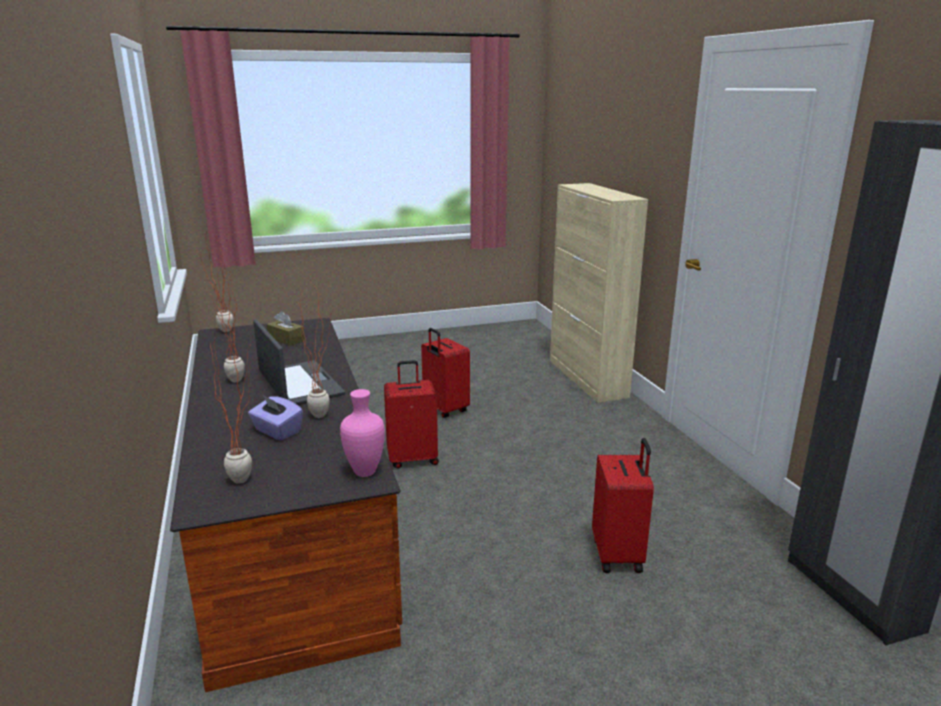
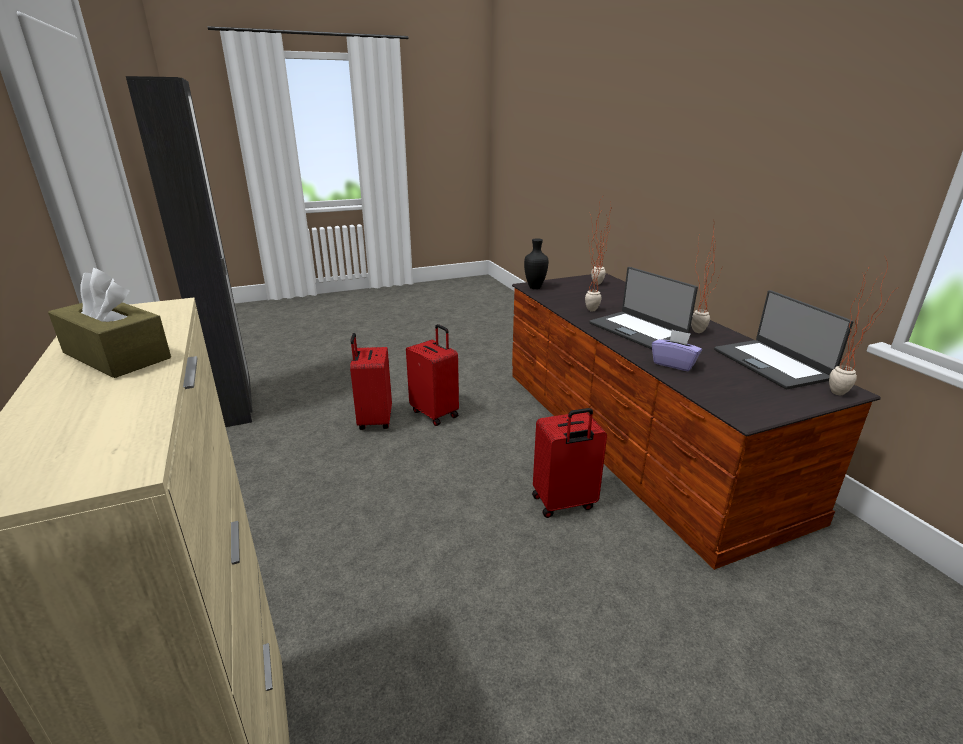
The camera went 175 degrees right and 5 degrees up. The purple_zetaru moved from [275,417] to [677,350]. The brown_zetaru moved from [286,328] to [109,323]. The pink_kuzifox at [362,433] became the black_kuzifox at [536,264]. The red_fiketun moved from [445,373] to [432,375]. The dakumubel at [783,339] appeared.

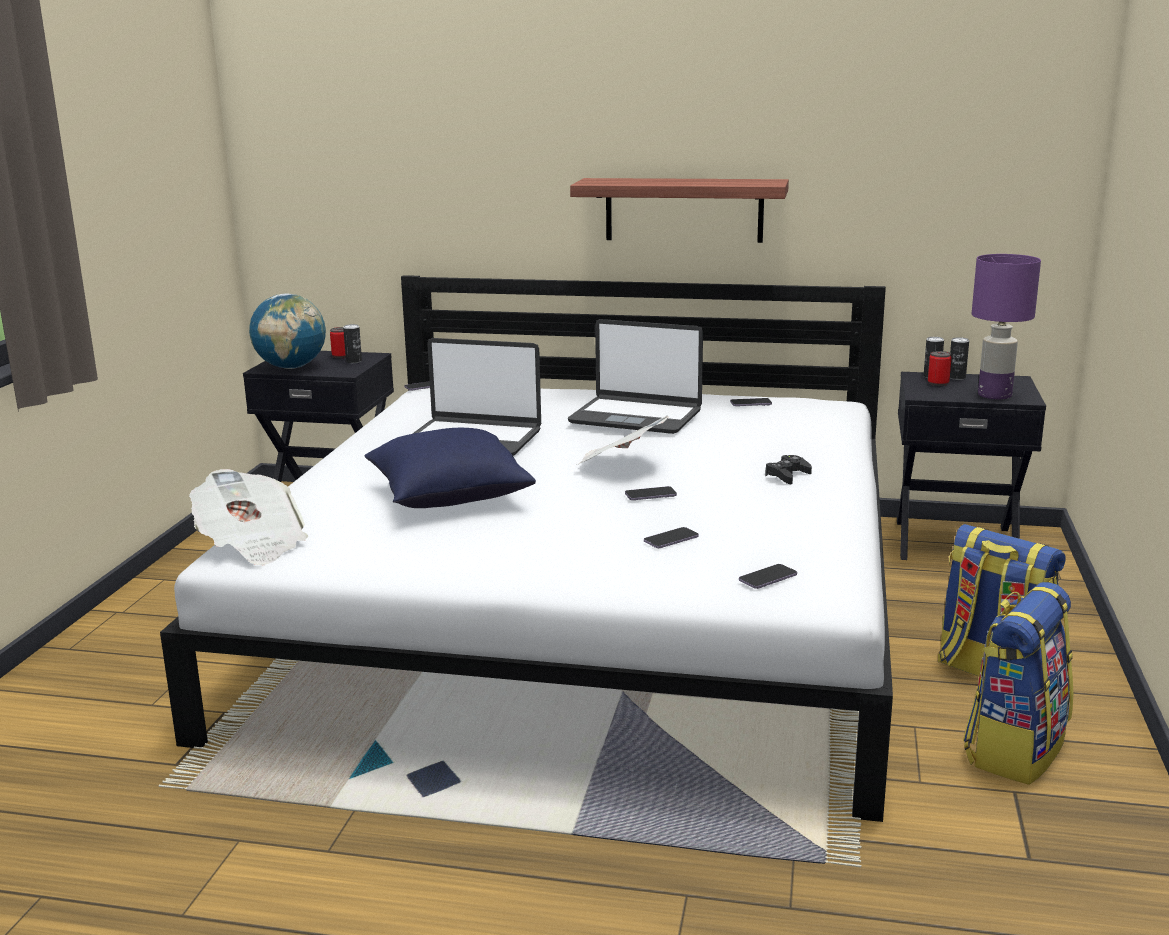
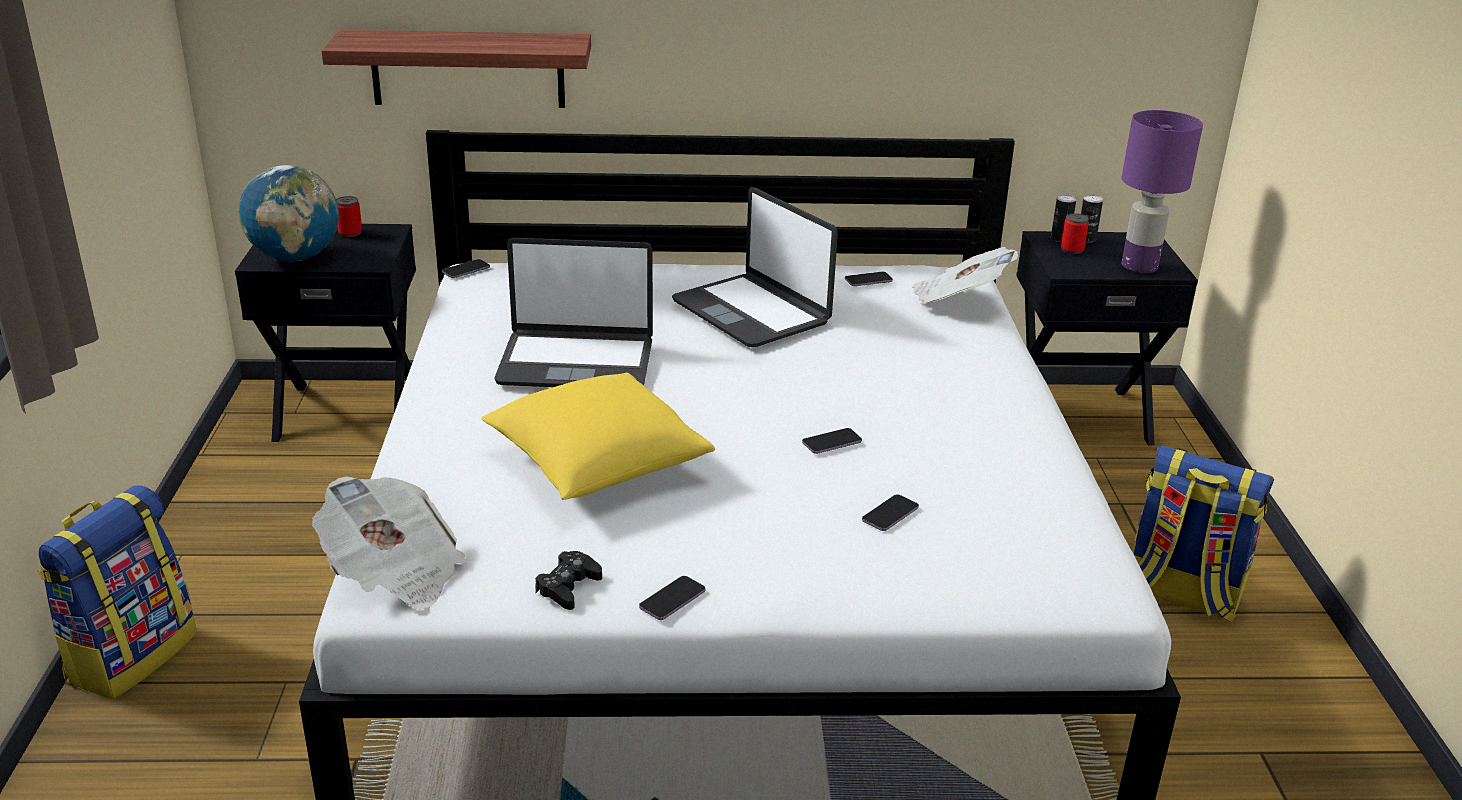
The camera went 15 degrees left and 10 degrees up. The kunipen at [352,343] disappeared. The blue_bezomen at [450,468] became the yellow_bezomen at [598,436]. The dakumubel at [635,376] turned 45 degrees clockwise. The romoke moved from [679,210] to [456,69]. The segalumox moved from [623,440] to [965,276]. The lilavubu moved from [768,576] to [672,598]. The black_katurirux moved from [788,469] to [568,580]. The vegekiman moved from [1018,683] to [117,592].

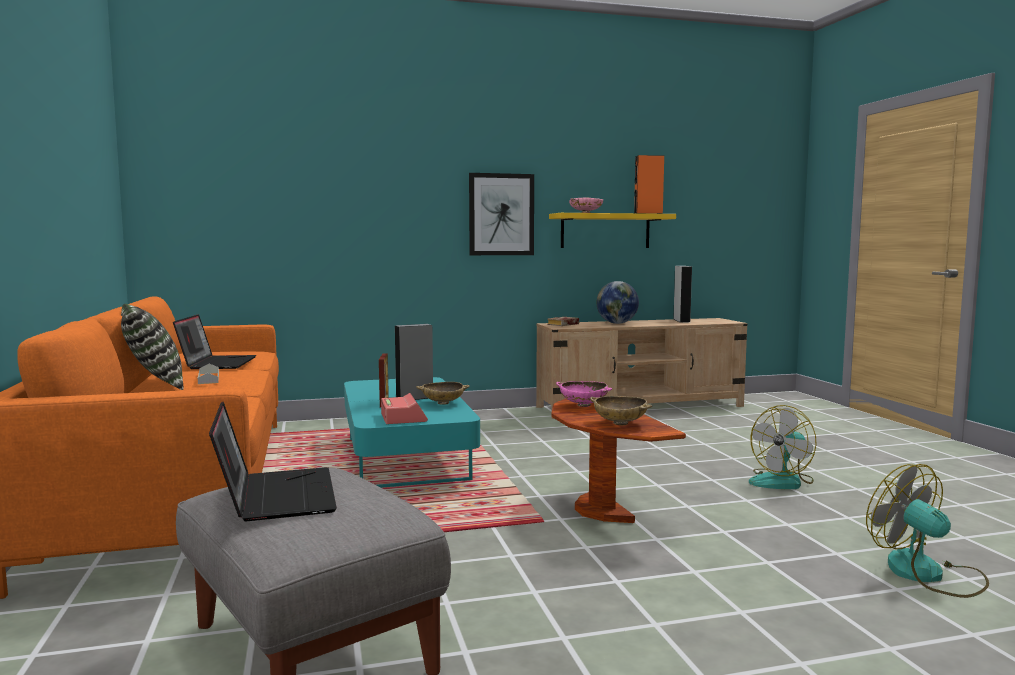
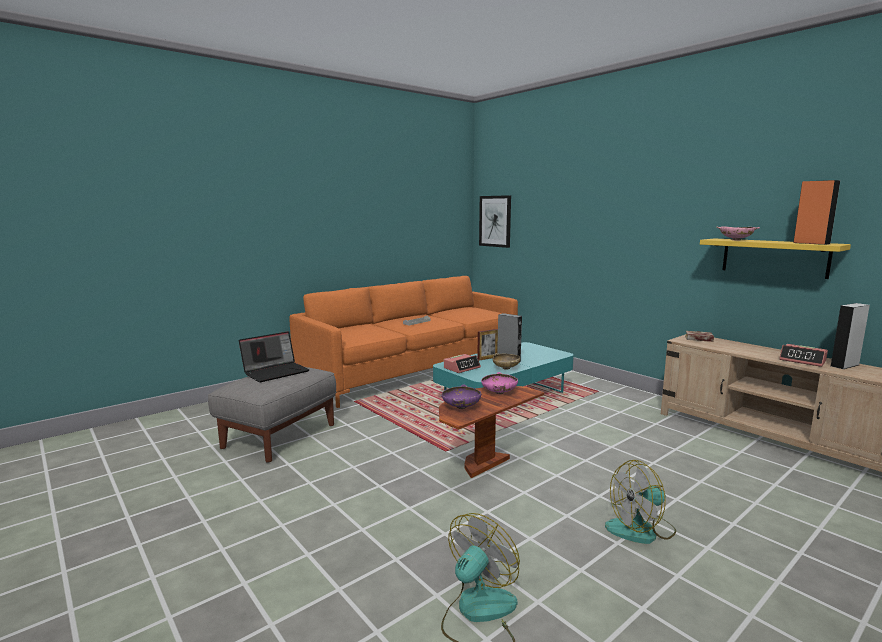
The camera went 65 degrees right and 5 degrees up. The bezomen at [152,347] disappeared. The dakumubel at [214,341] disappeared. The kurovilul moved from [501,214] to [495,221]. The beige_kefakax at [621,410] became the purple_kefakax at [461,397]. The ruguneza at [618,302] disappeared. The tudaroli at [783,447] turned 45 degrees counterclockwise. The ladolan at [803,355] appeared.

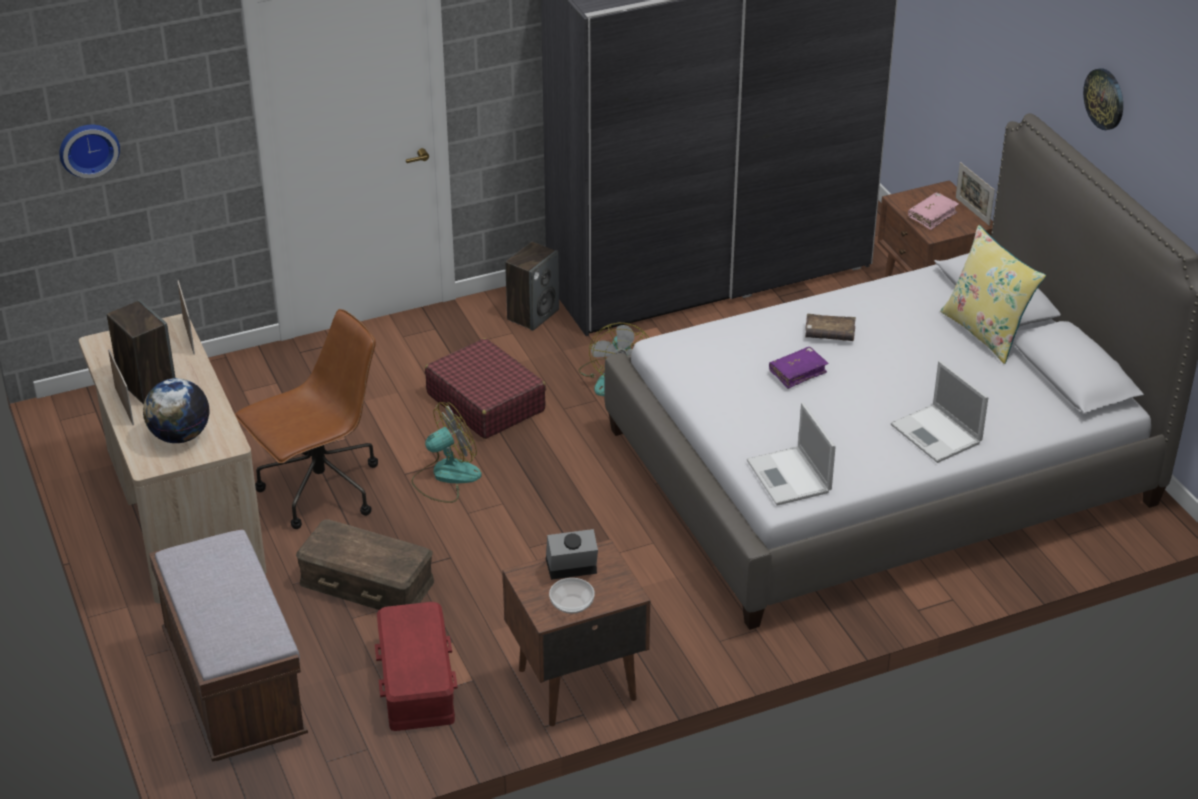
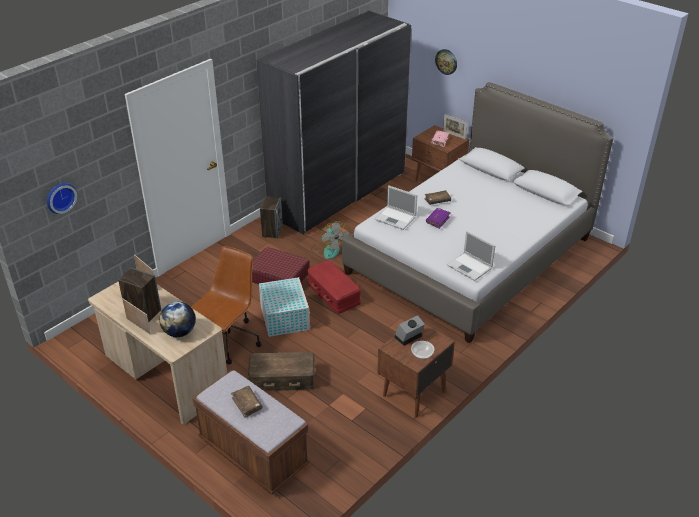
The camera went 25 degrees left and 0 degrees up. The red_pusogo moved from [416,666] to [334,287]. The tudaroli at [446,452] was replaced by the white_pusogo at [284,307]. The dakumubel moved from [939,412] to [396,207]. The yellow_bezomen at [993,294] disappeared. The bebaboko moved from [1103,99] to [446,62]. The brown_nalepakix at [247,402] appeared.

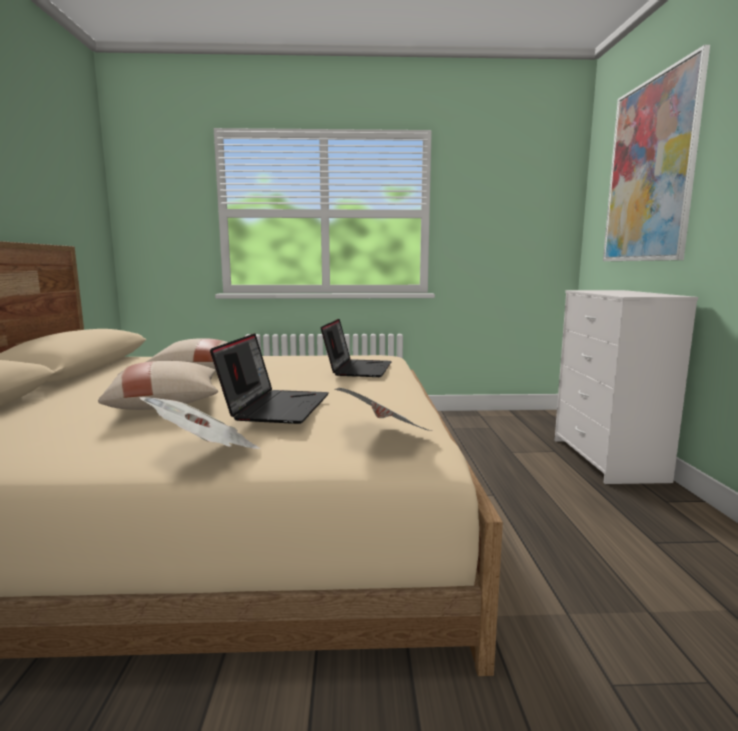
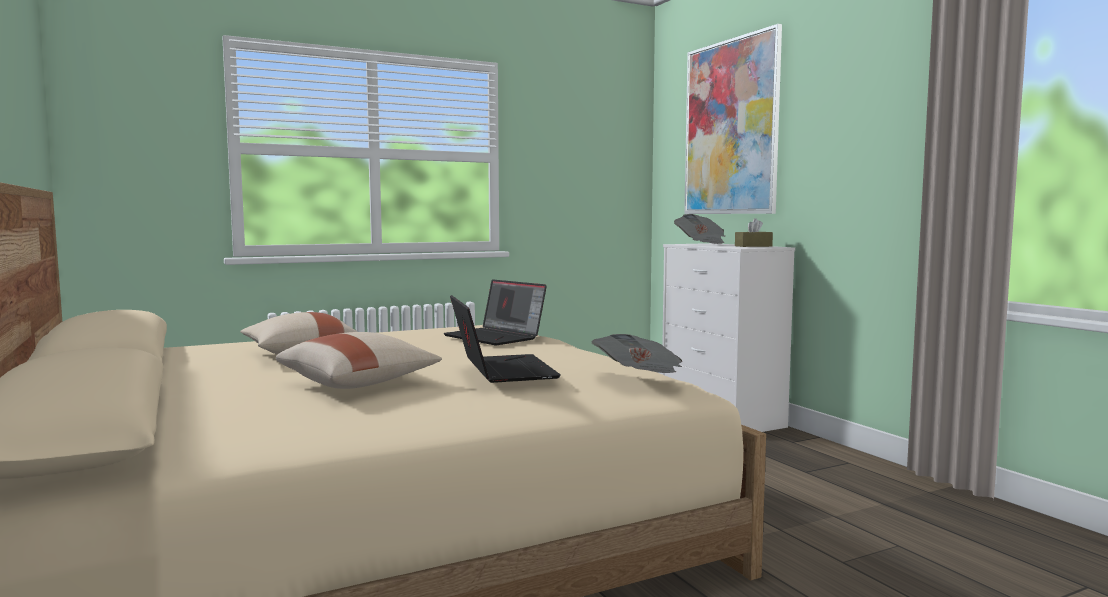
The camera went 25 degrees left and 5 degrees down. The segalumox moved from [200,423] to [699,229]. The dakumubel at [356,348] turned 150 degrees clockwise. The brown_zetaru at [754,232] appeared.

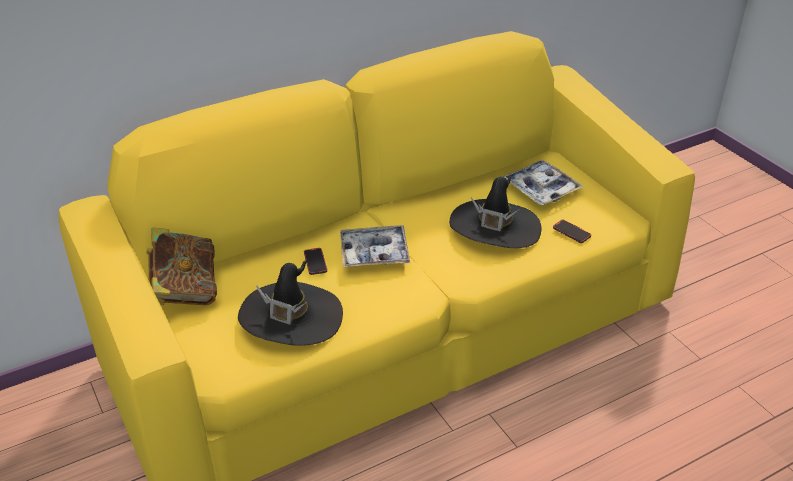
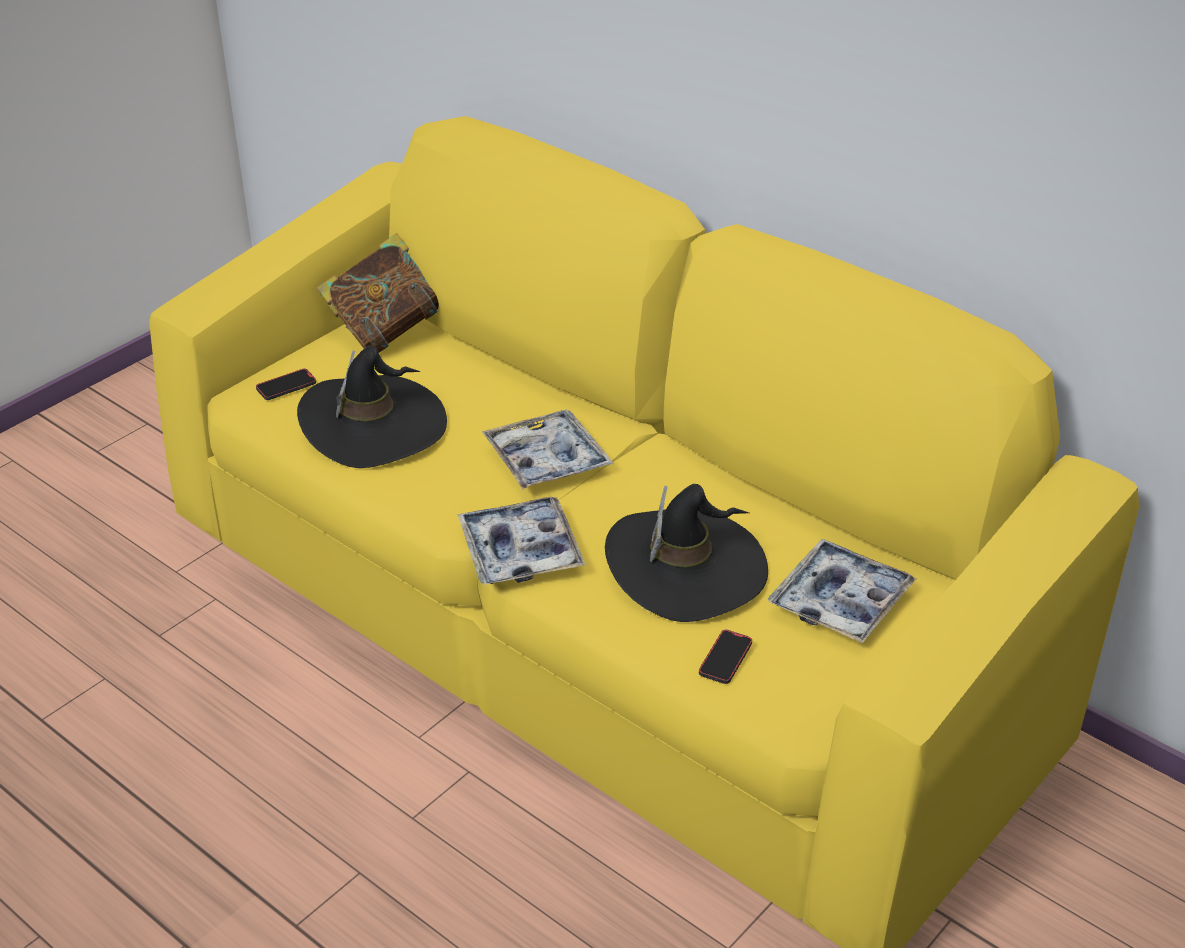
The camera went 70 degrees right and 0 degrees up. The lilavubu moved from [315,261] to [286,384]. The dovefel at [521,541] appeared.

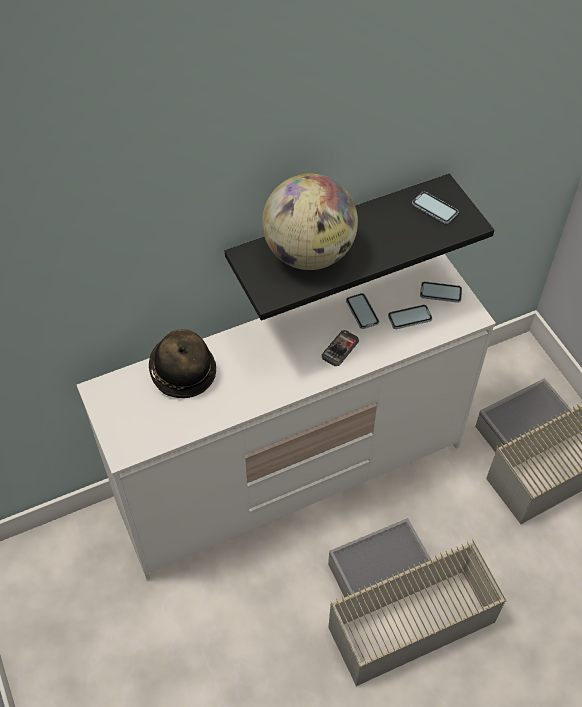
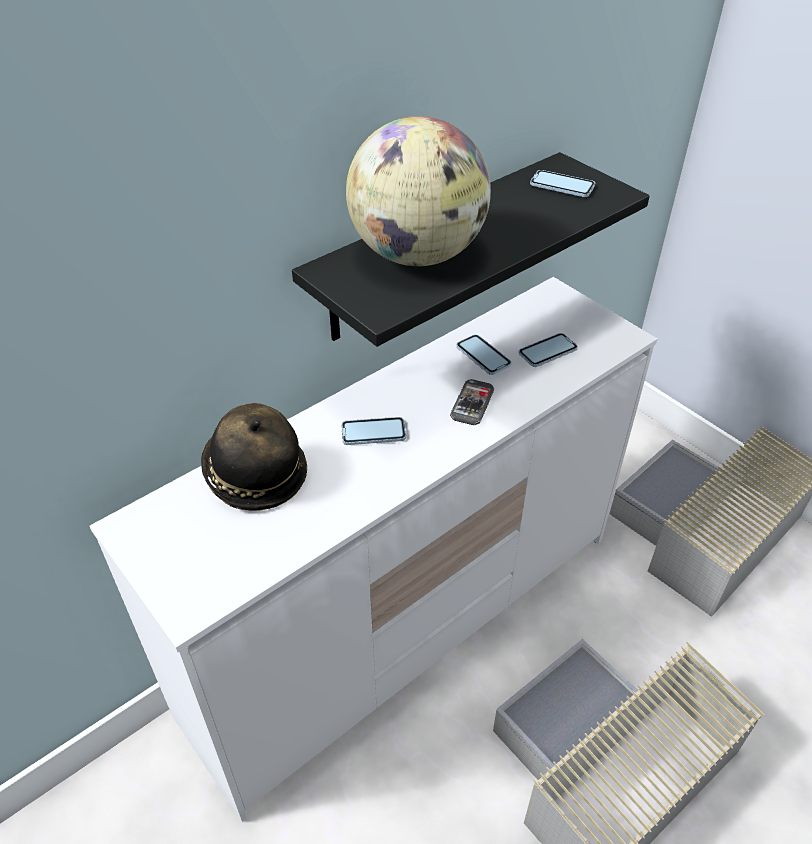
The camera went 15 degrees left and 10 degrees down. The lilavubu moved from [441,292] to [373,431].

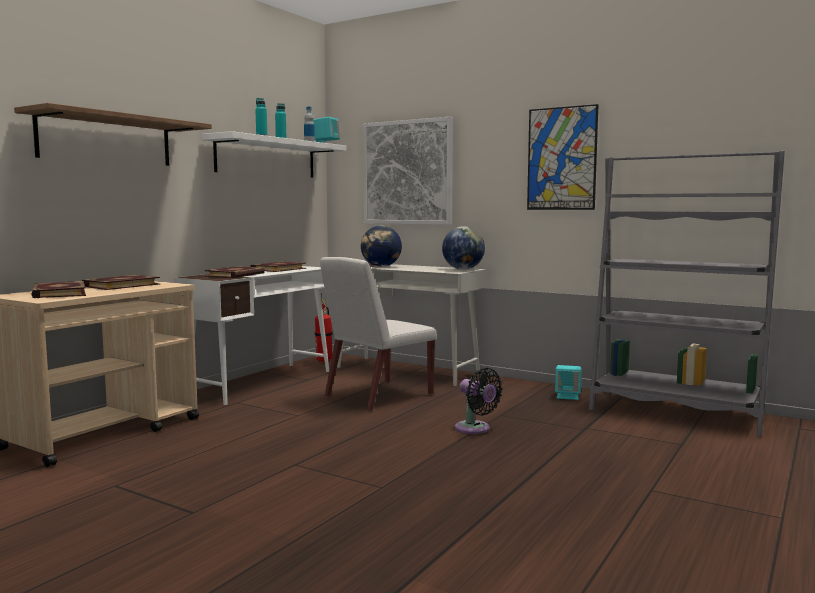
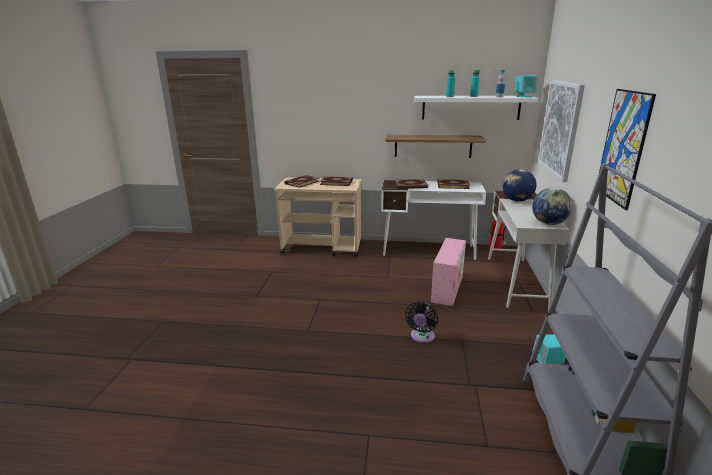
The camera went 65 degrees right and 15 degrees up. The romoke moved from [113,134] to [436,146]. The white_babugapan at [378,334] was replaced by the pink_pusogo at [448,272].

